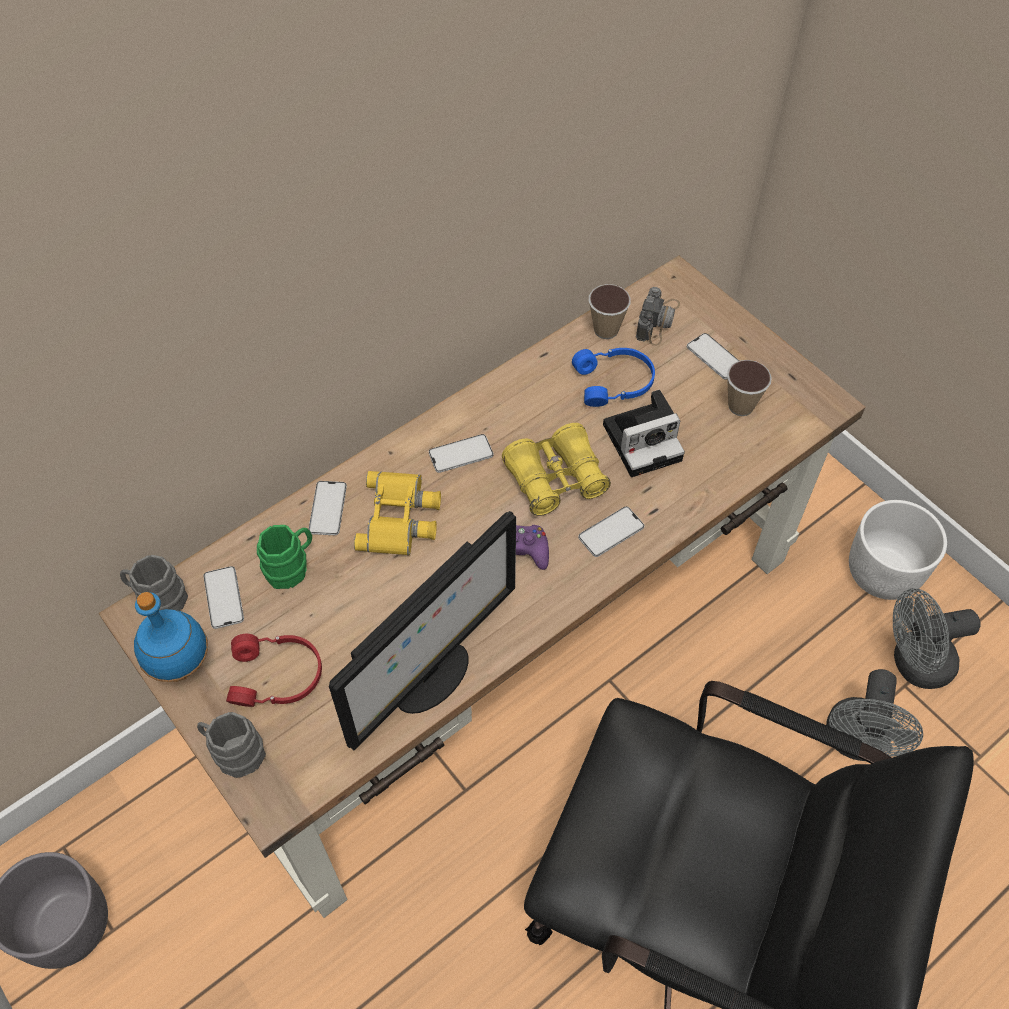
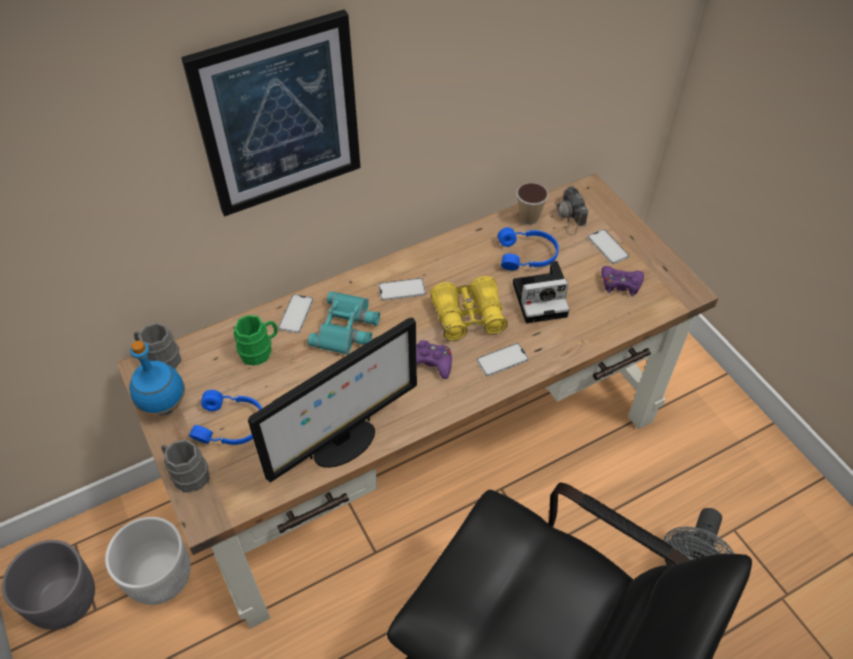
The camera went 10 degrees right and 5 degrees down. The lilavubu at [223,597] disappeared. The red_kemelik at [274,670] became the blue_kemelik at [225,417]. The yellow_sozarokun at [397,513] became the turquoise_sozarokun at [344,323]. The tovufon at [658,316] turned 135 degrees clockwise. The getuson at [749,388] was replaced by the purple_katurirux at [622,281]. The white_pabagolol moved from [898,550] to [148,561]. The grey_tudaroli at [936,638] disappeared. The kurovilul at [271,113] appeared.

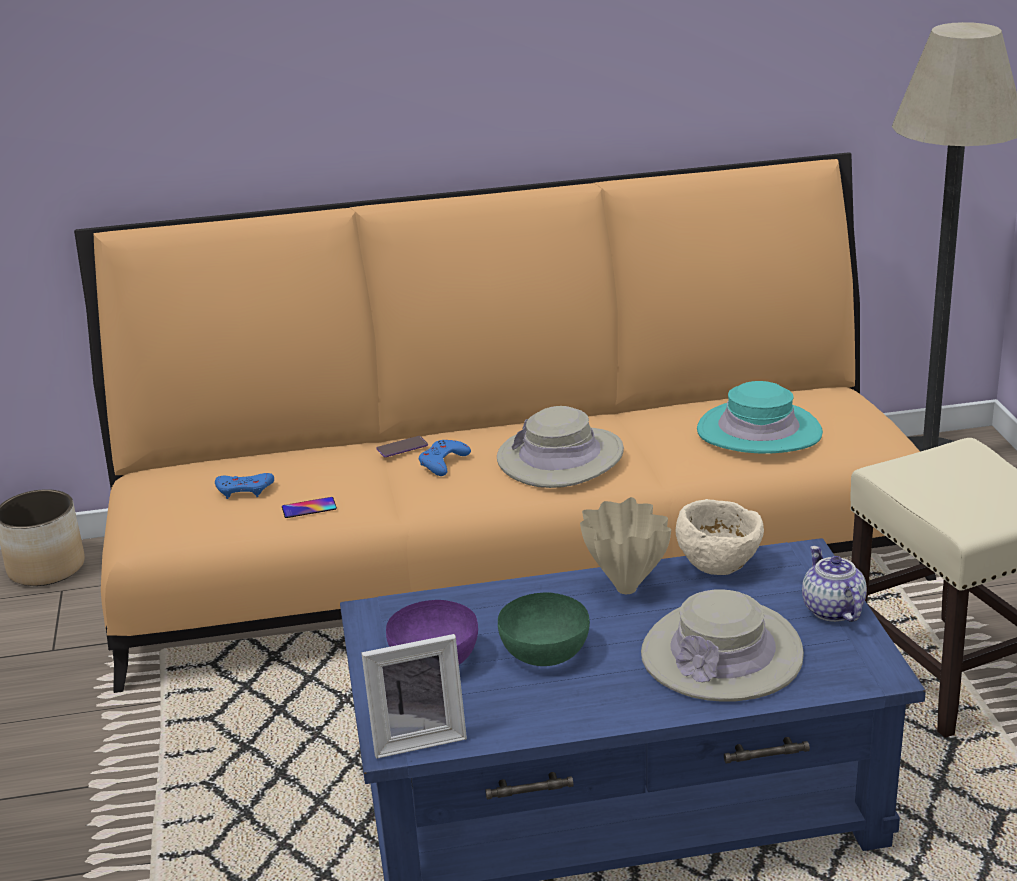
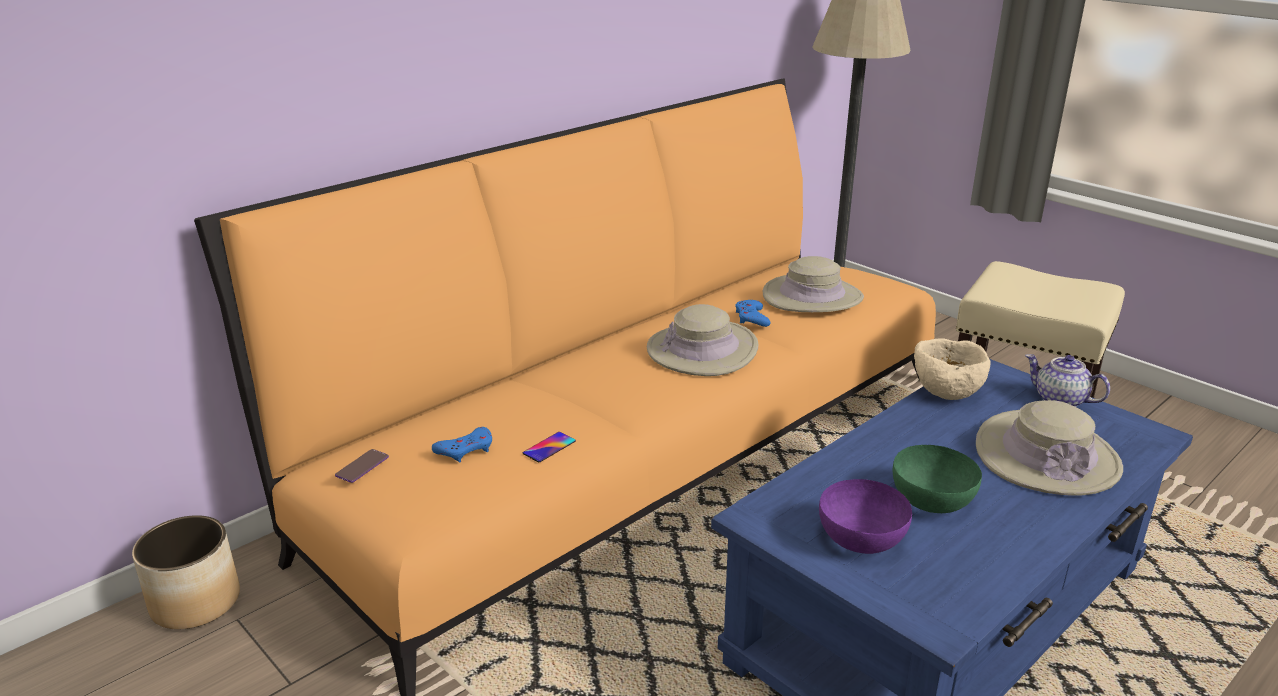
The camera went 35 degrees left and 0 degrees up. The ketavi at [414,696] disappeared. The lilavubu moved from [402,446] to [362,466]. The blue_katurirux moved from [445,458] to [753,313]. The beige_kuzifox at [625,545] disappeared. The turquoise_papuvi at [760,417] became the beige_papuvi at [813,284].

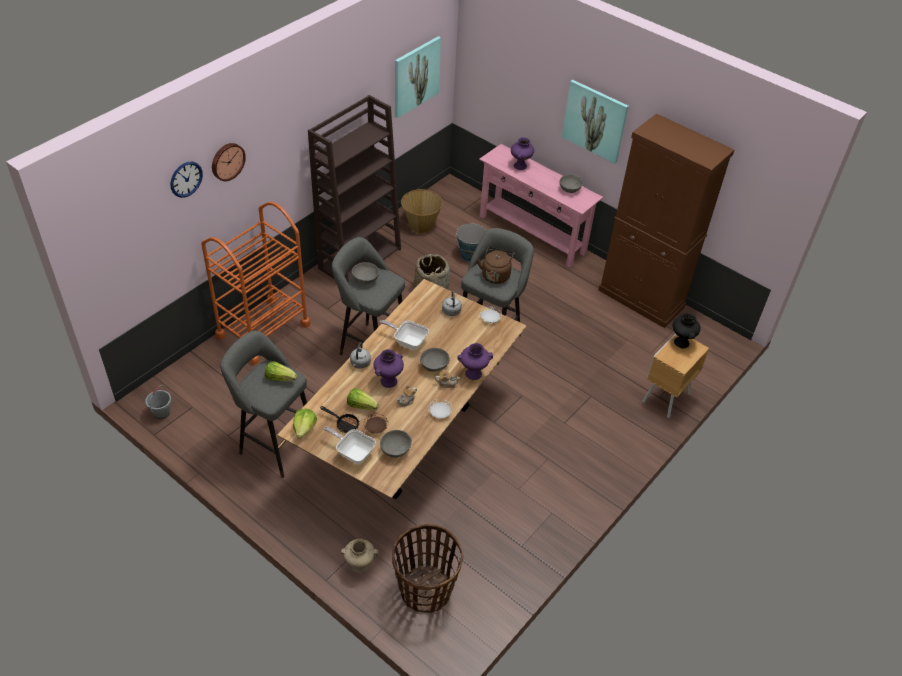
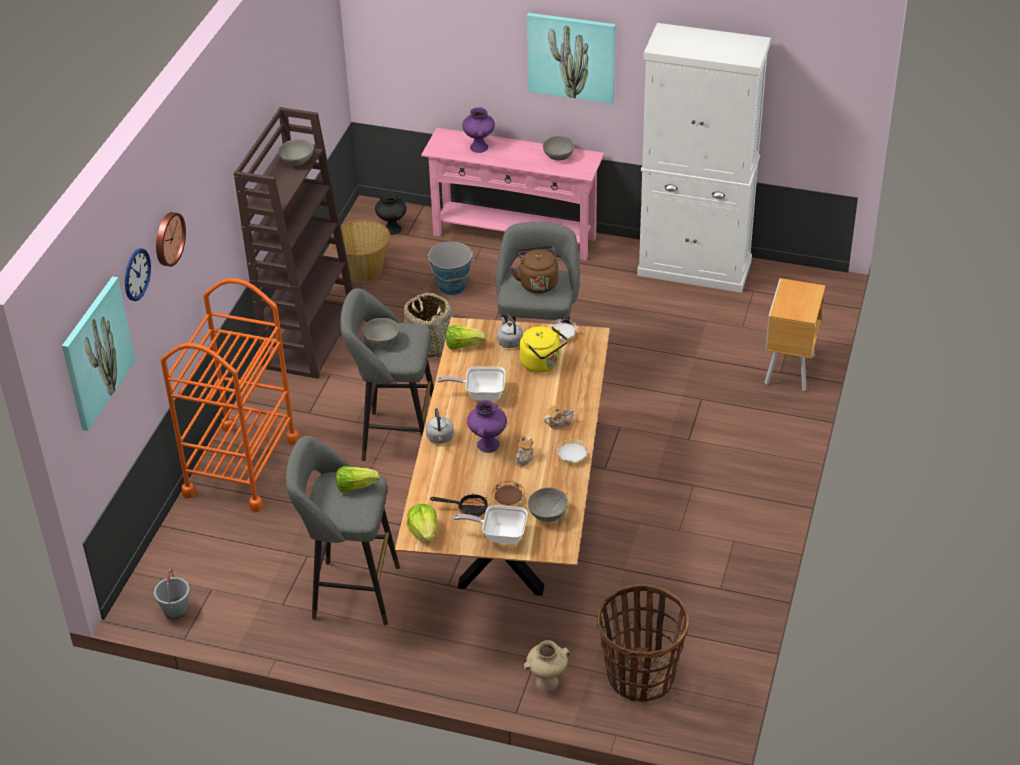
The camera went 20 degrees left and 5 degrees down. The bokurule moved from [363,399] to [466,337]. The kurovilul moved from [418,77] to [99,353]. The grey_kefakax moved from [435,360] to [296,152]. The purple_kuzifox at [475,361] disappeared. The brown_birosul at [666,220] became the white_birosul at [704,158]. The black_kuzifox moved from [686,330] to [390,213]. The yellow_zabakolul at [543,349] appeared.

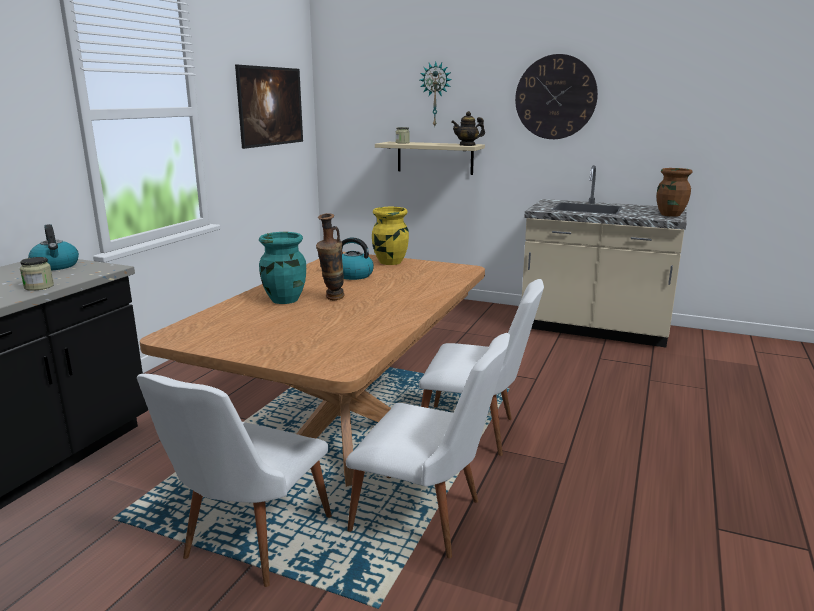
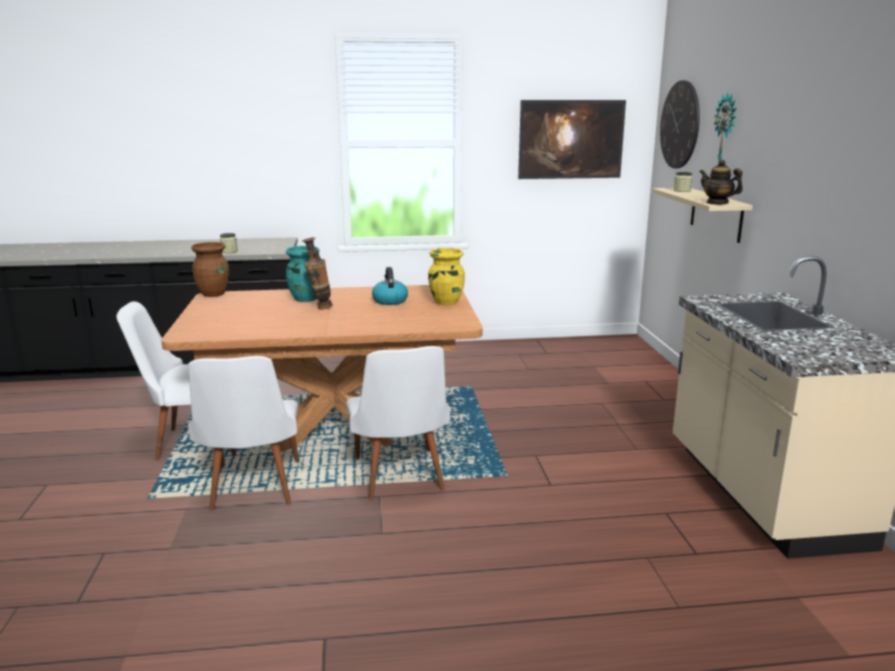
The camera went 60 degrees right and 0 degrees up. The zabakolul at [53,247] disappeared. The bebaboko moved from [556,96] to [680,124]. The brown_kuzifox moved from [674,192] to [210,269].

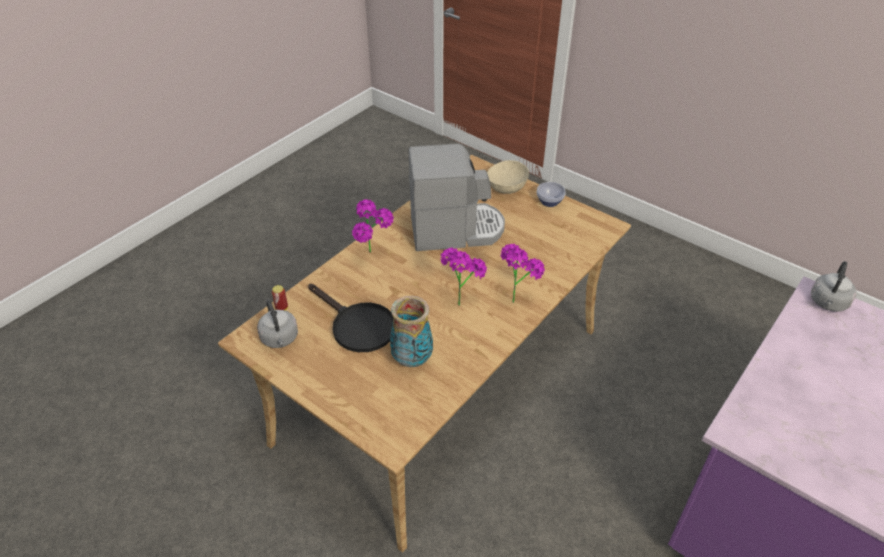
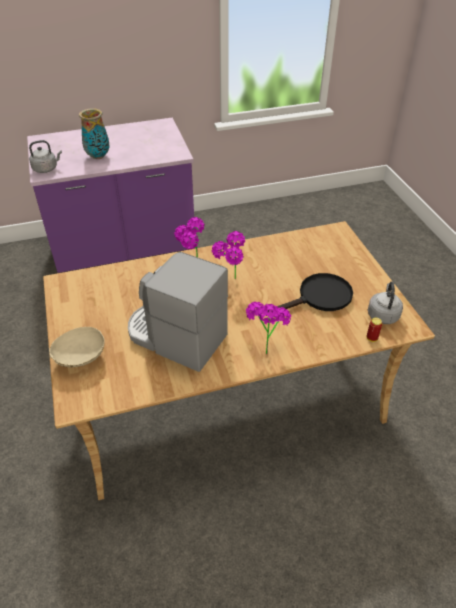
The camera went 145 degrees left and 0 degrees up. The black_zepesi at [350,318] turned 75 degrees clockwise. The kuzifox moved from [411,331] to [94,133]. The kefakax at [551,194] disappeared.

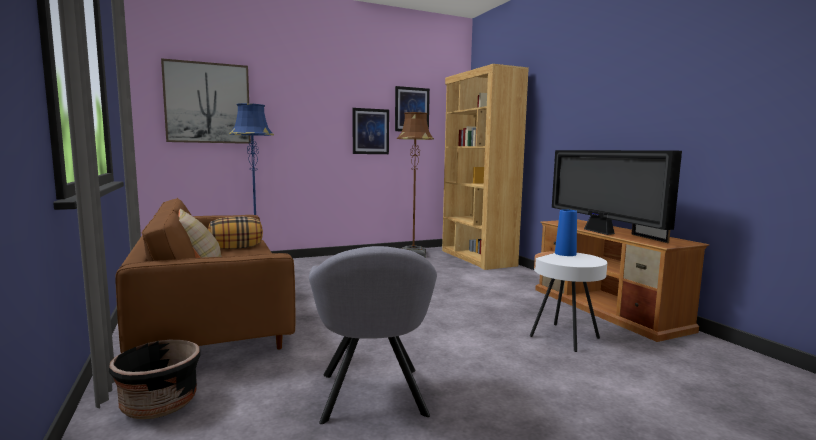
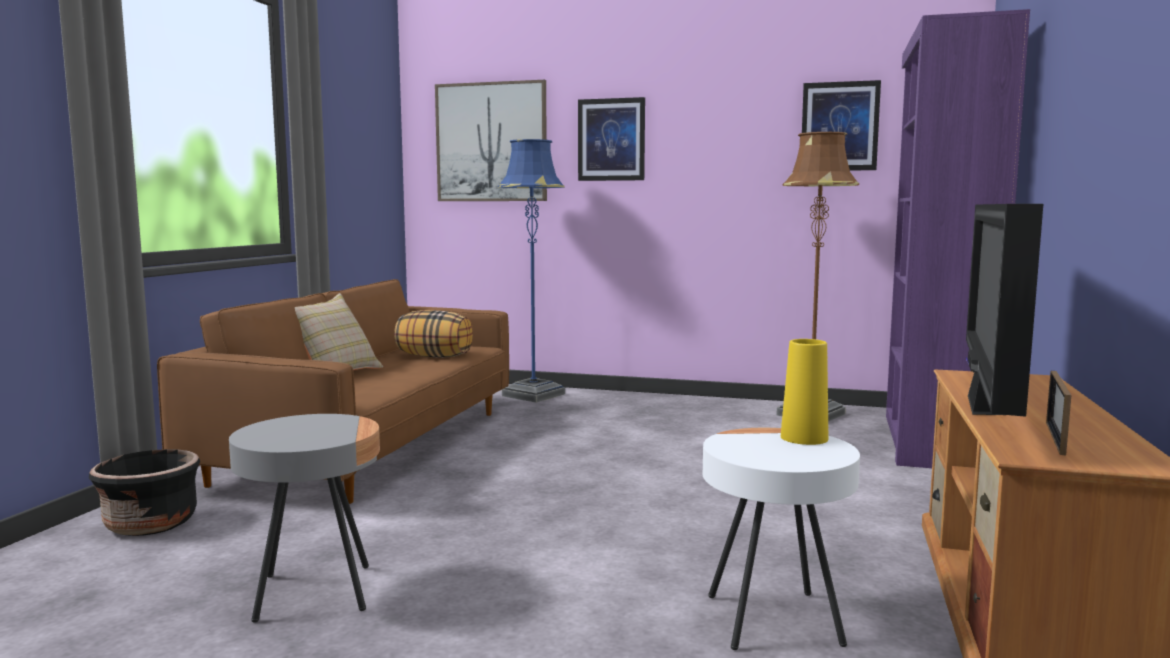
The camera went 40 degrees right and 0 degrees up. The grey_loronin at [373,335] was replaced by the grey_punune at [304,518]. The kurovilul moved from [371,131] to [611,139]. The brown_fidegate at [485,167] became the purple_fidegate at [958,238]. The blue_kuzifox at [566,233] became the yellow_kuzifox at [804,392].

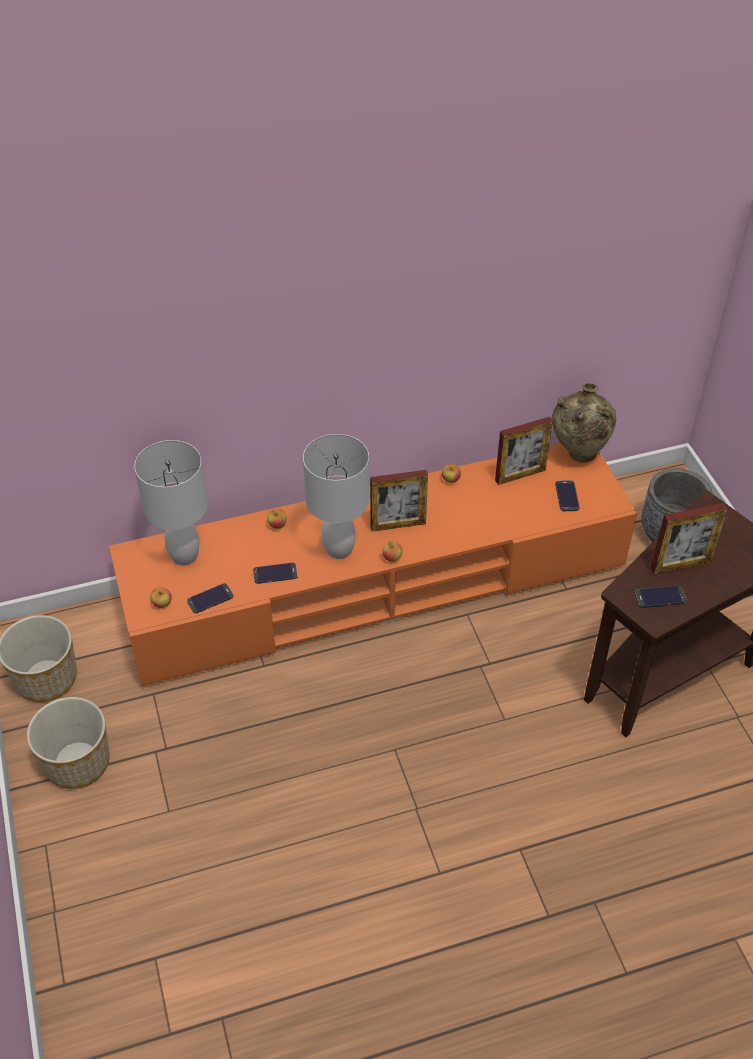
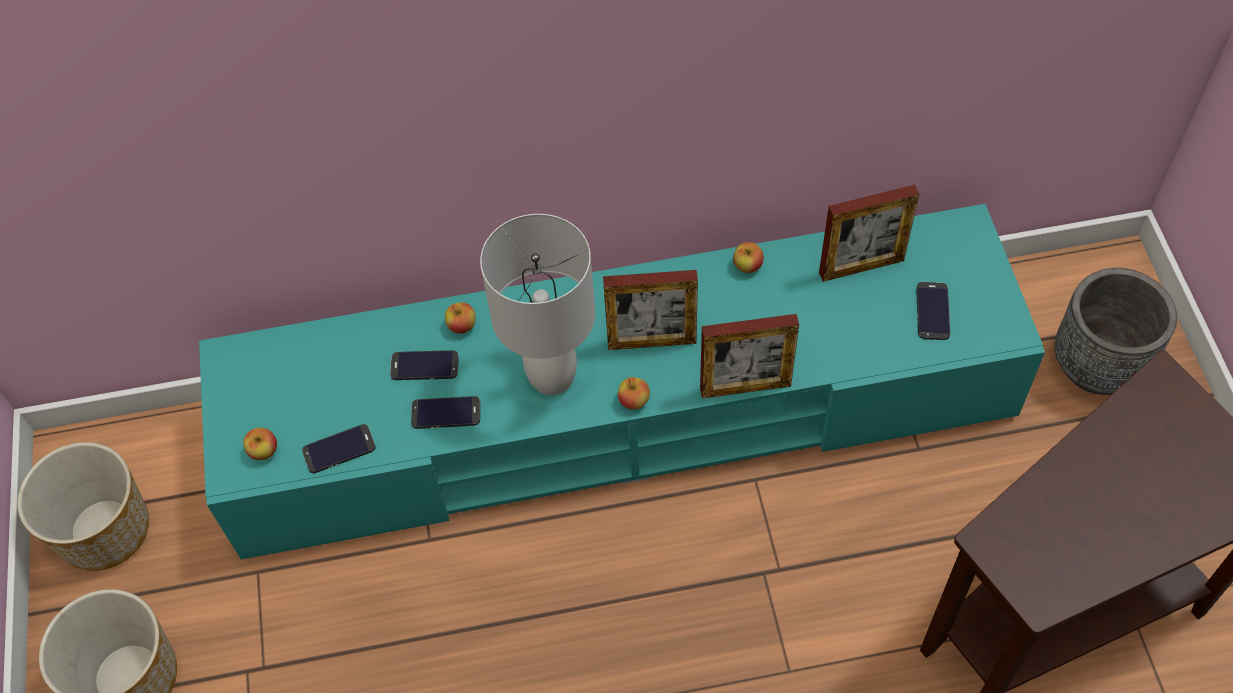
The camera went 10 degrees right and 10 degrees up. The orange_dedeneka at [373,564] became the turquoise_dedeneka at [622,381]. The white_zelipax at [171,502] disappeared. The beige_kuzifox at [584,423] disappeared. The lilavubu moved from [660,596] to [424,365]. The ketavi moved from [689,538] to [749,356].

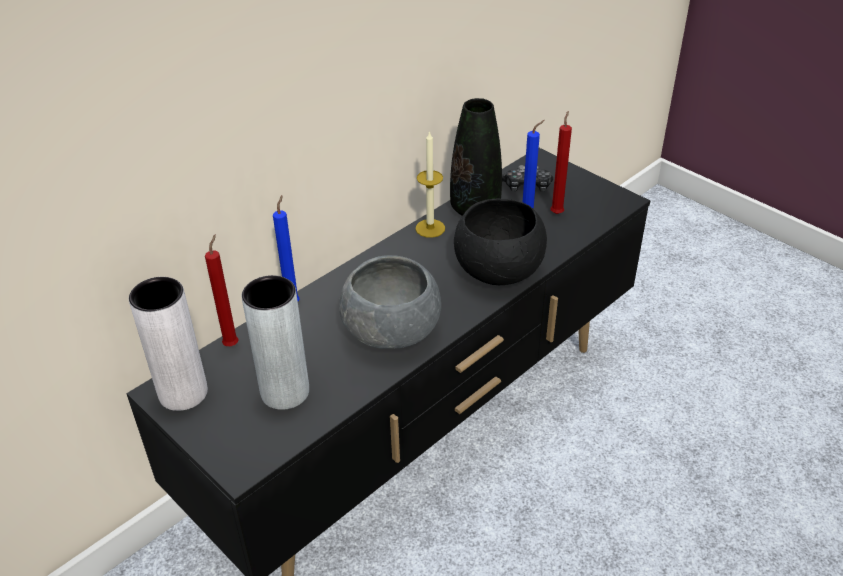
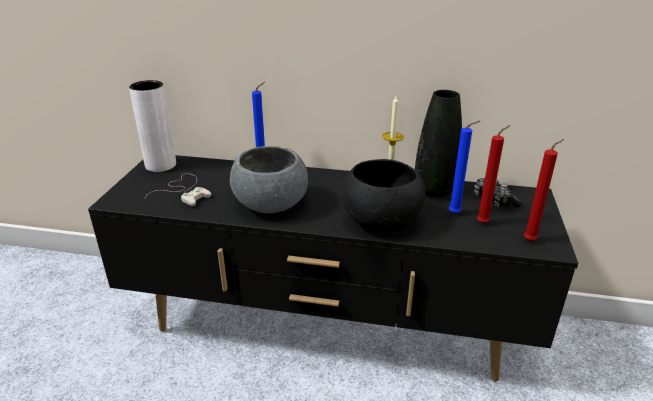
The camera went 55 degrees right and 10 degrees down. The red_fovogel moved from [222,290] to [544,190]. The grey_kuzifox at [275,342] was replaced by the white_katurirux at [178,189].

